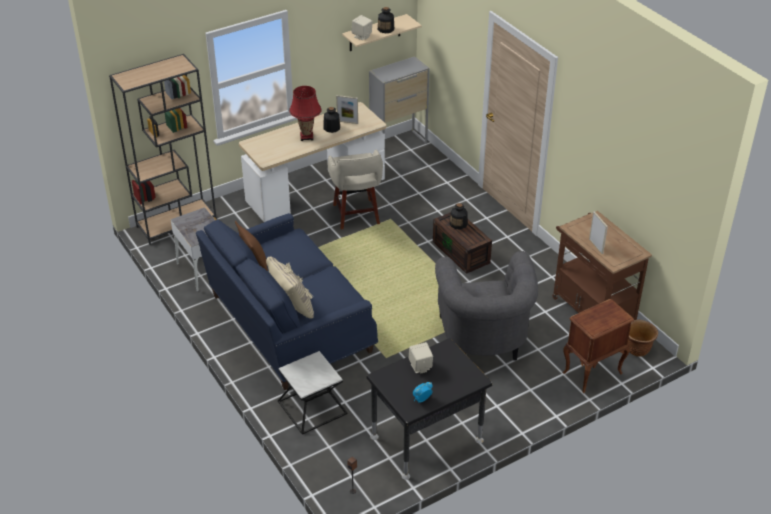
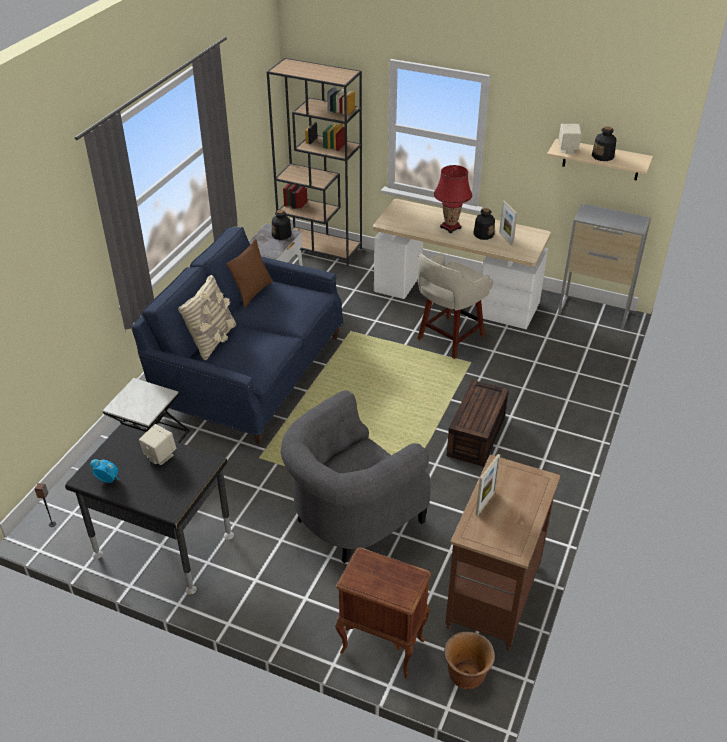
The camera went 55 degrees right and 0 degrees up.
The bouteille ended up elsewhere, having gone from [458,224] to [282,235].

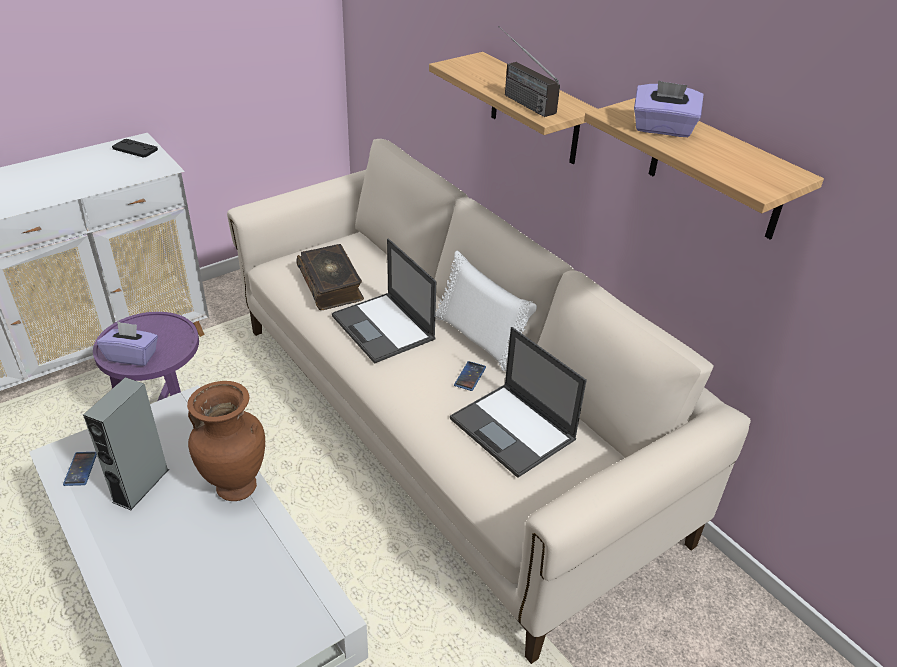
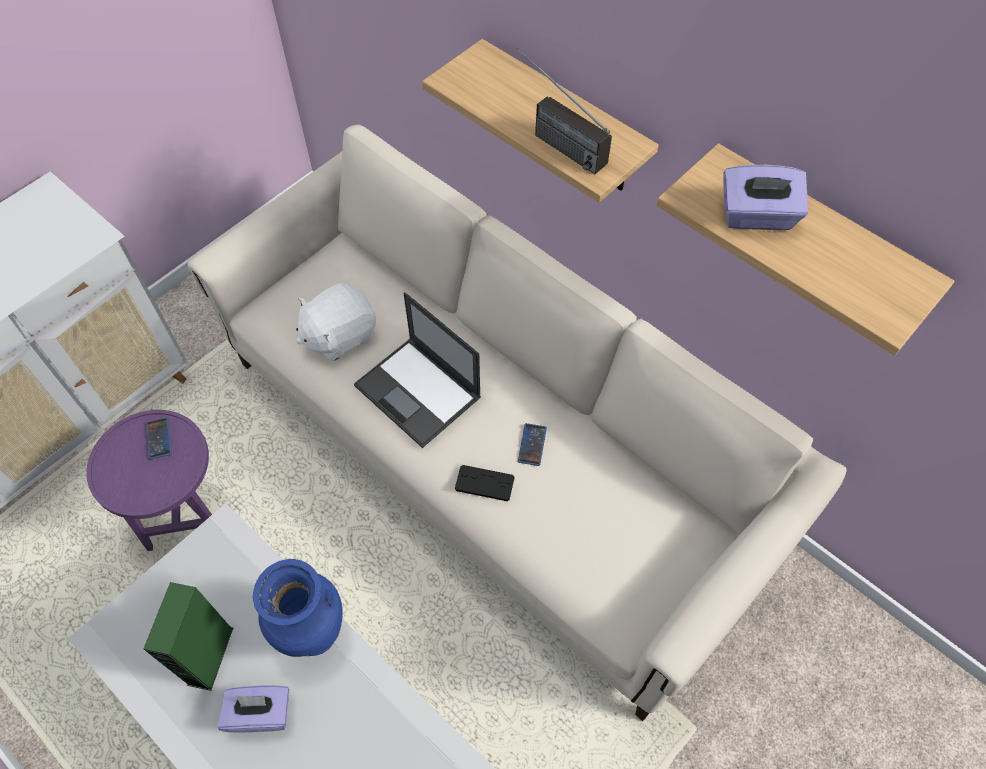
The camera went 10 degrees left and 20 degrees up.
The manette [noir] ended up elsewhere, having gone from [135,149] to [484,483].
Where the livre stood at [331,285], the peluche [blanc] came to stand at [339,335].
The second view lost the coussin [blanc] at [479,339].
The boîte à mouchoirs [violet] ended up elsewhere, having gone from [132,356] to [260,713].
The second view lost the ordinateur portable at [513,430].
What was the enceinte [gris] at [141,485] turned into the enceinte [vert] at [210,656].
What was the vase [marron] at [236,486] turned into the vase [bleu] at [314,633].
The téléphone ended up elsewhere, having gone from [80,469] to [159,438].

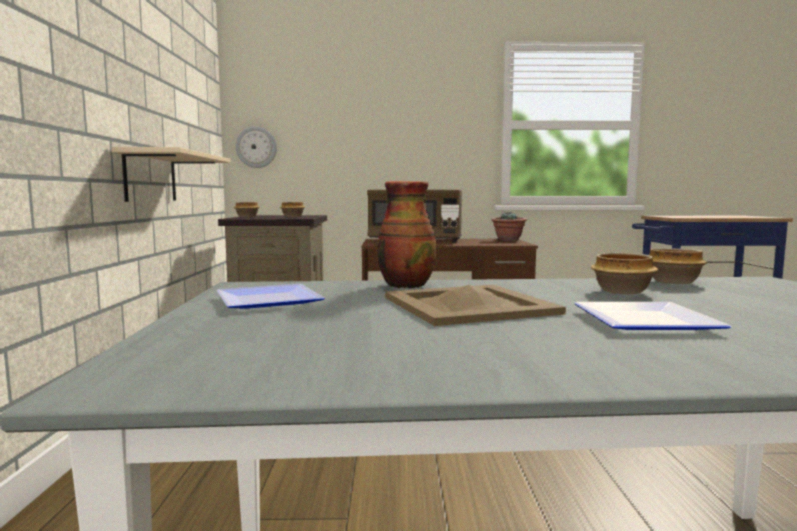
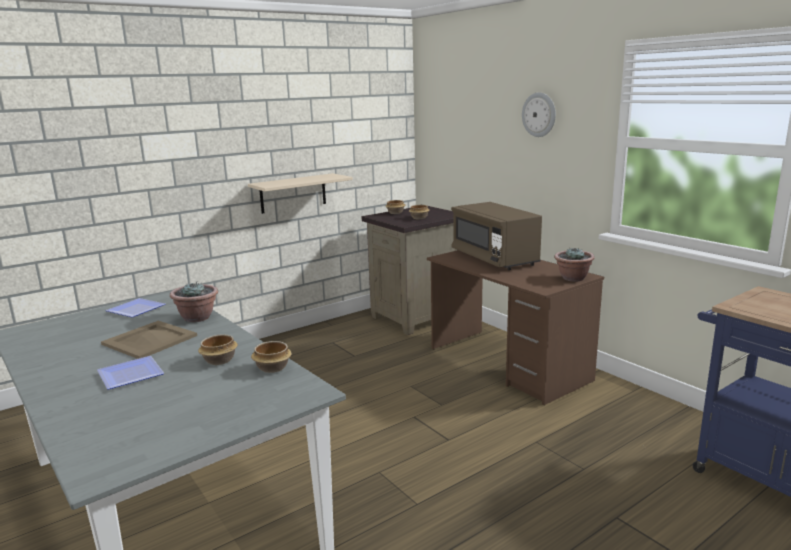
The camera went 55 degrees right and 10 degrees up.
The horloge murale ended up elsewhere, having gone from [256,147] to [539,114].
Where the vase stood at [405,285], the plante en pot came to stand at [197,318].

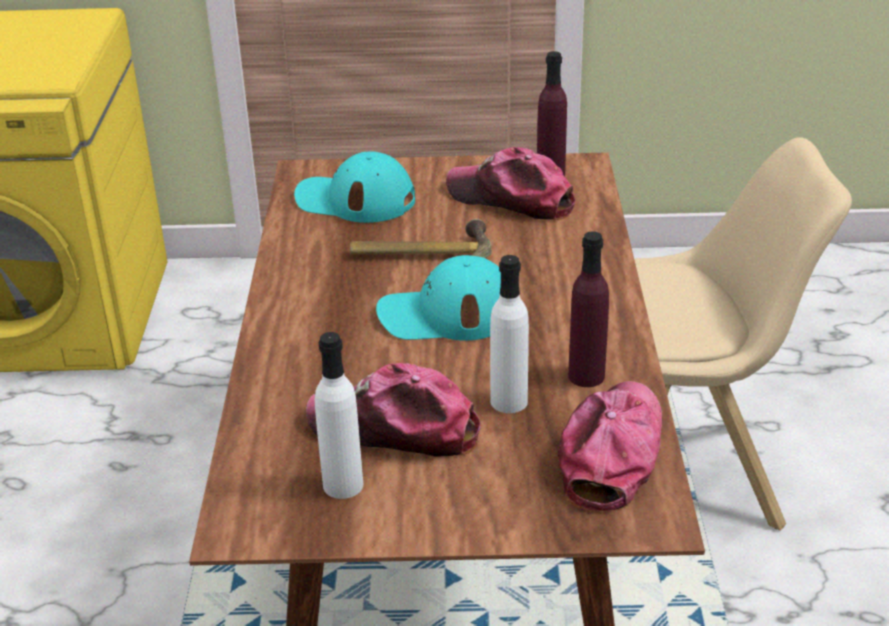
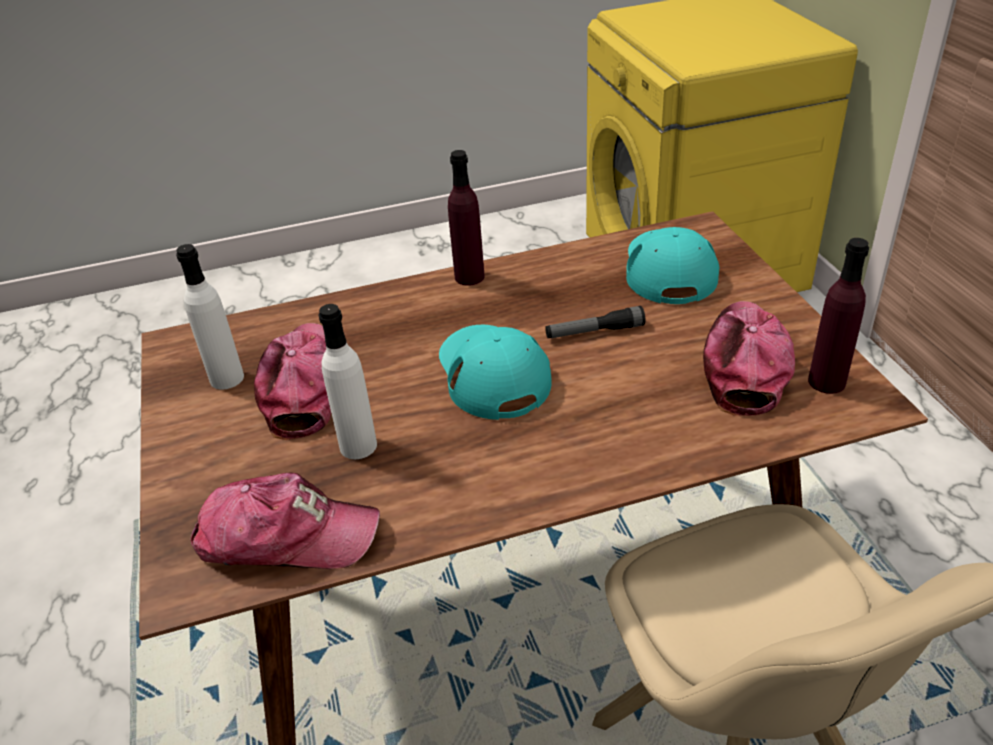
The camera went 75 degrees right and 5 degrees up.
Where the marteau stood at [421,252], the lampe de poche came to stand at [594,332].
The bouteille [violet] ended up elsewhere, having gone from [586,376] to [469,277].

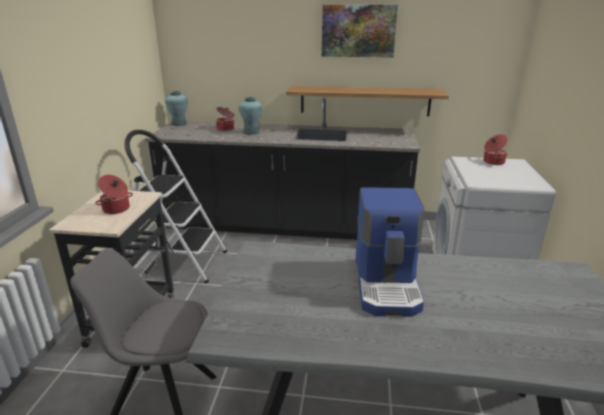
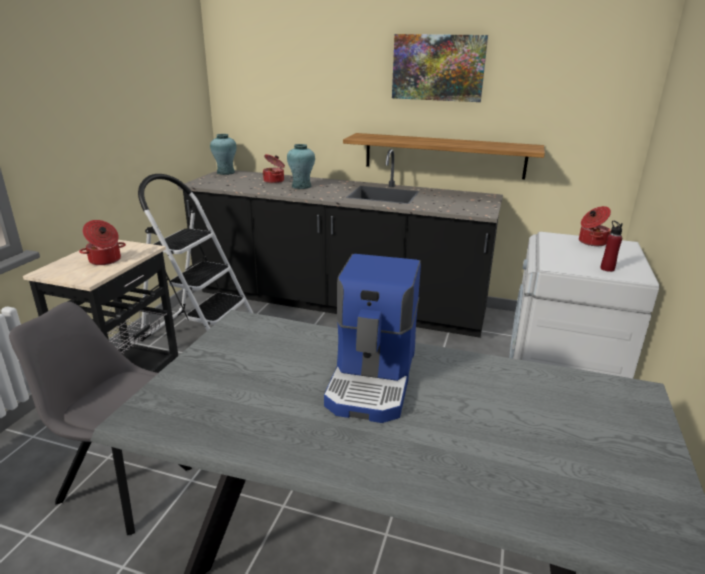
The camera went 10 degrees right and 0 degrees up.
The second view gained the bouteille [rouge] at [607,269].

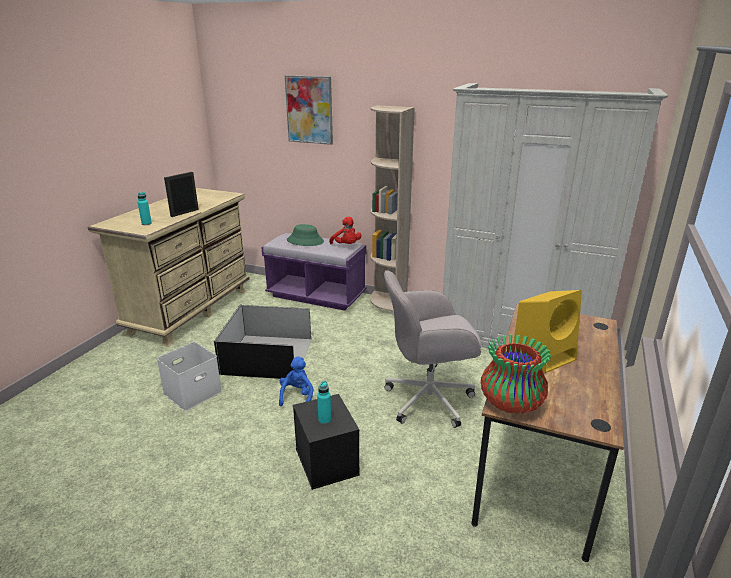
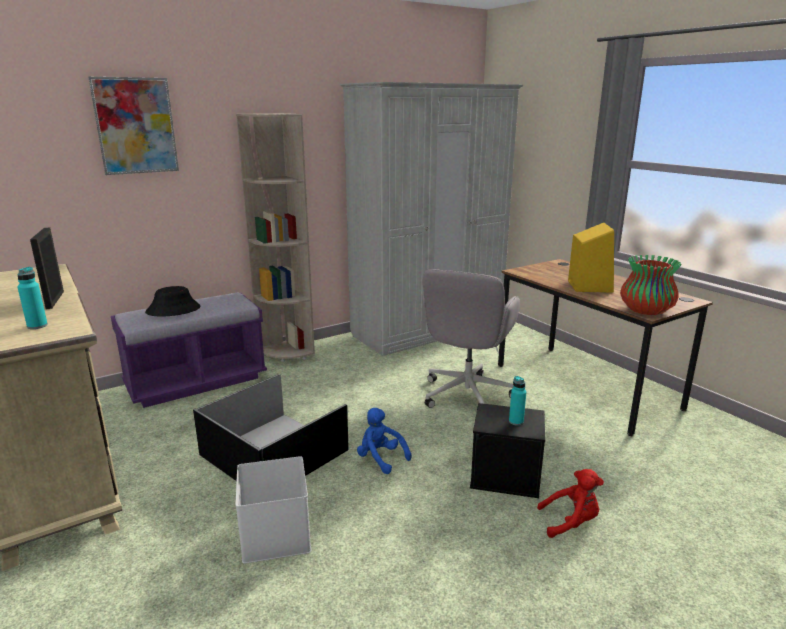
The camera went 55 degrees left and 5 degrees down.
The peluche [rouge] ended up elsewhere, having gone from [346,246] to [571,522].
What was the chapeau [vert] at [305,241] turned into the chapeau [noir] at [173,310].

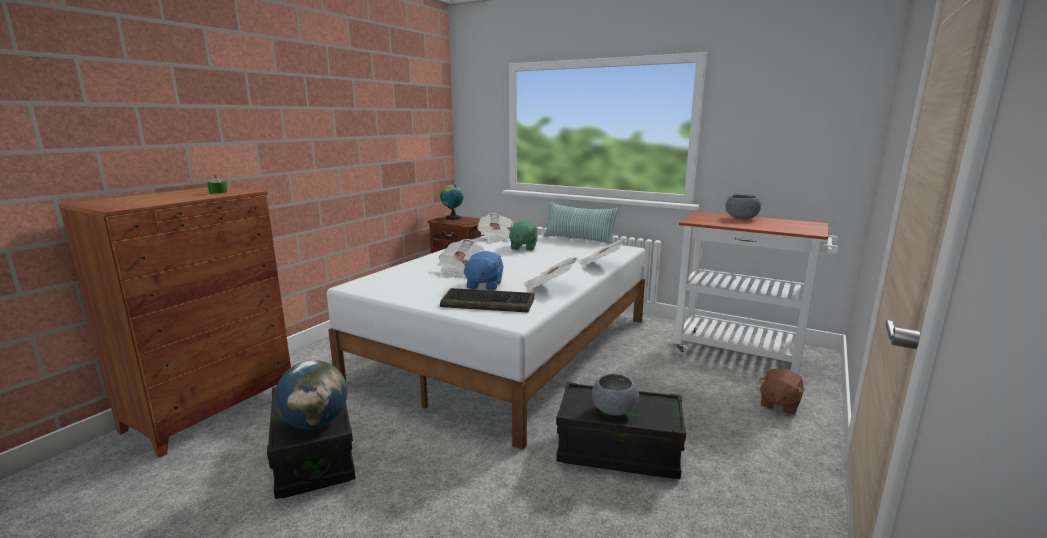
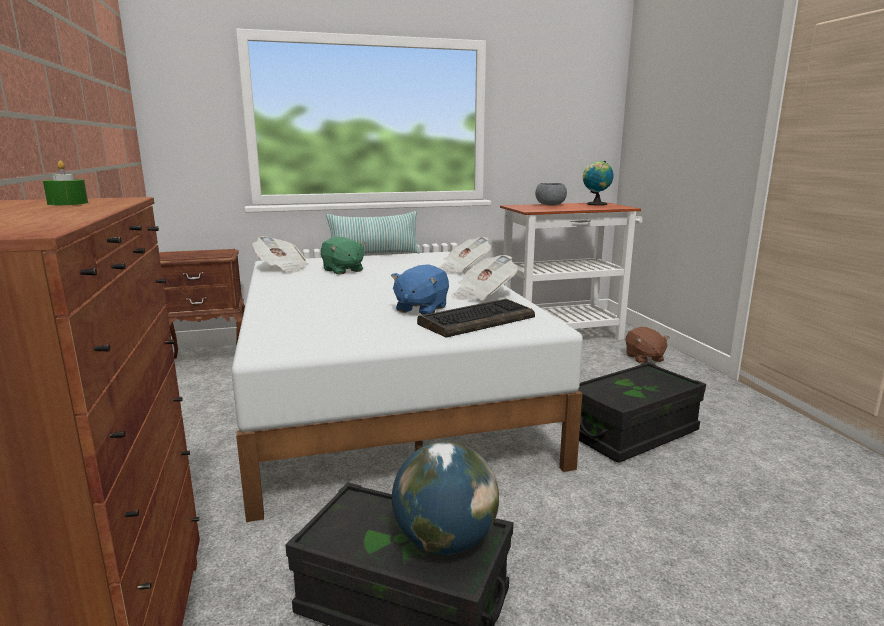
The camera went 45 degrees left and 0 degrees up.
The globe ended up elsewhere, having gone from [452,217] to [595,204].
The second view lost the journal at [459,271].
The peluche [bleu] at [484,285] ended up facing another way, 60 degrees clockwise from before.
The second view lost the bol [gris] at [614,410].

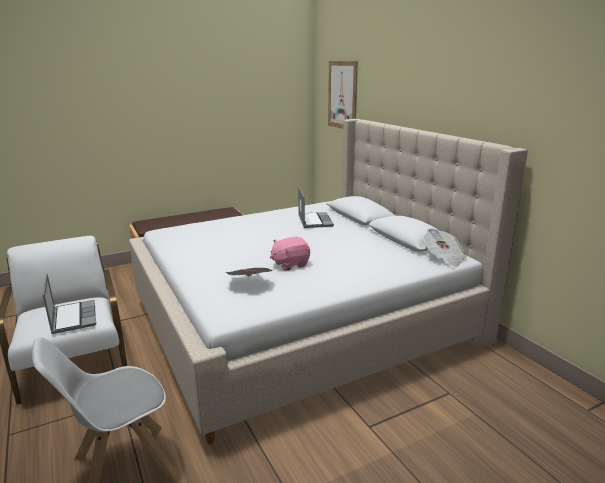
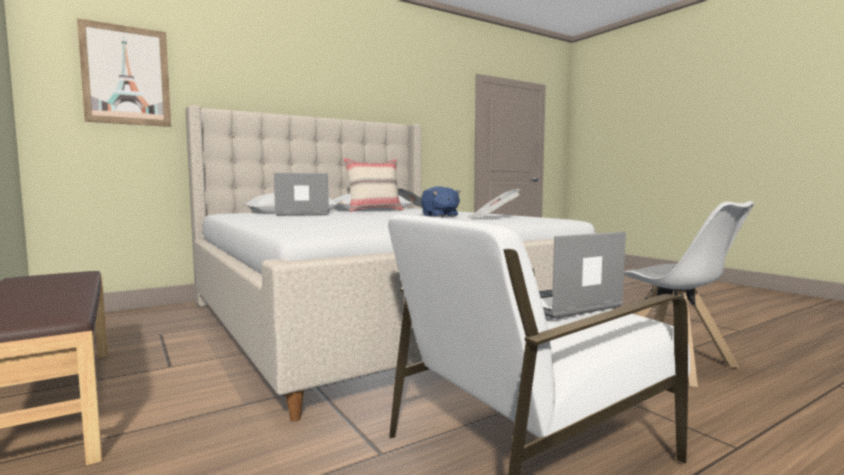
The camera went 95 degrees left and 15 degrees down.
What was the peluche [rose] at [290,264] turned into the peluche [bleu] at [440,216].
The second view gained the coussin [beige] at [374,210].

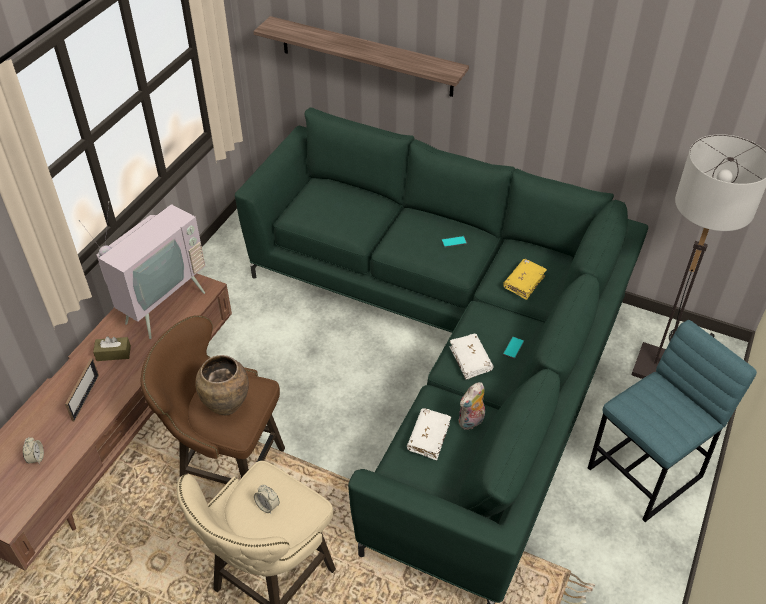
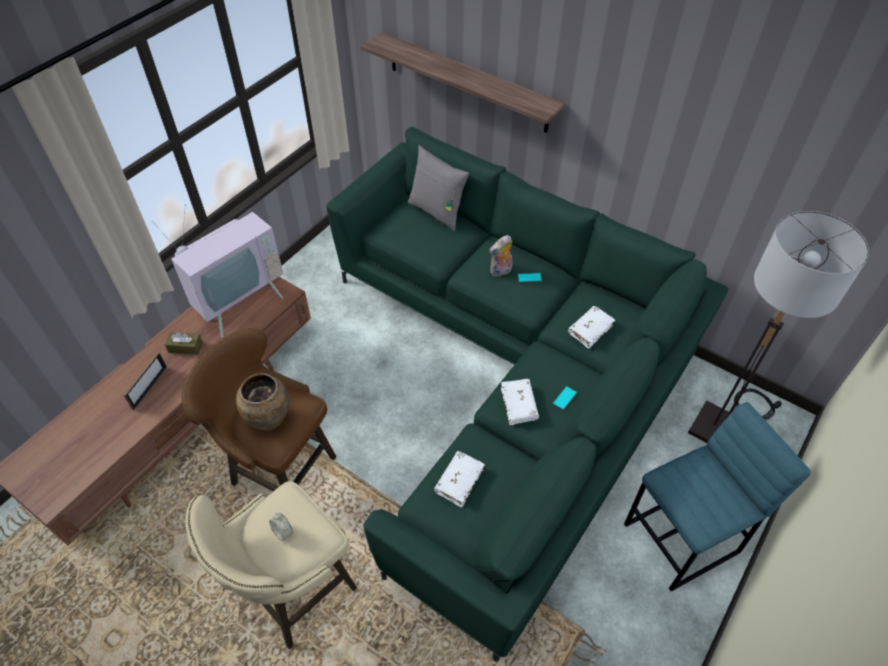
The camera went 10 degrees right and 5 degrees up.
What was the livre [jaune] at [524,282] turned into the livre [blanc] at [590,330].
The peluche ended up elsewhere, having gone from [471,422] to [500,271].
The second view lost the réveil at [36,458].
The second view gained the coussin [gris] at [436,212].

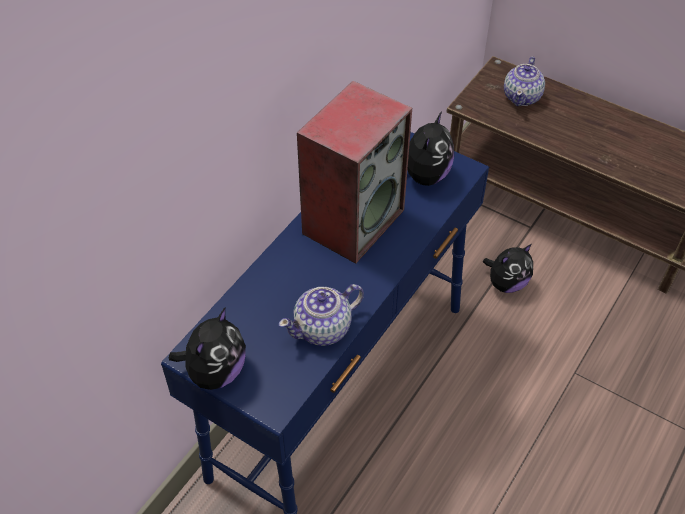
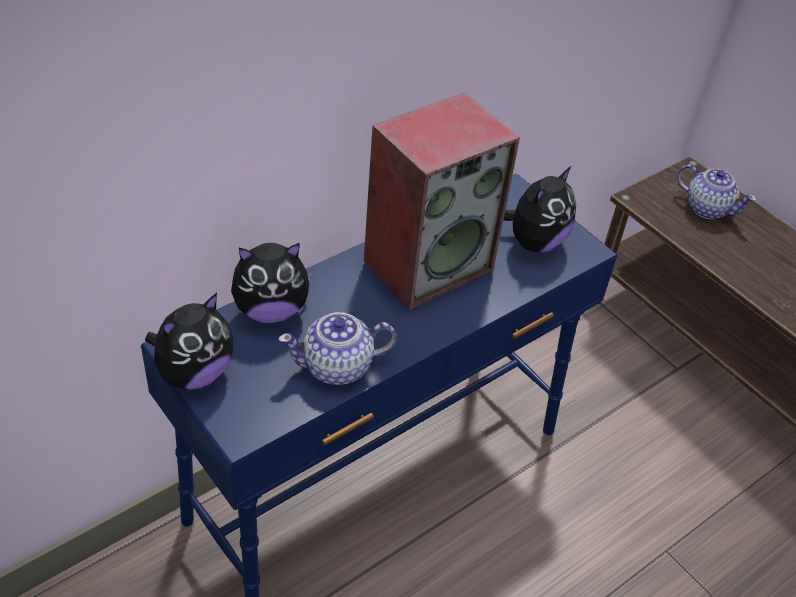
The camera went 15 degrees right and 5 degrees down.
The théière at [522,97] ended up facing another way, 90 degrees counterclockwise from before.
The peluche ended up elsewhere, having gone from [506,283] to [271,310].

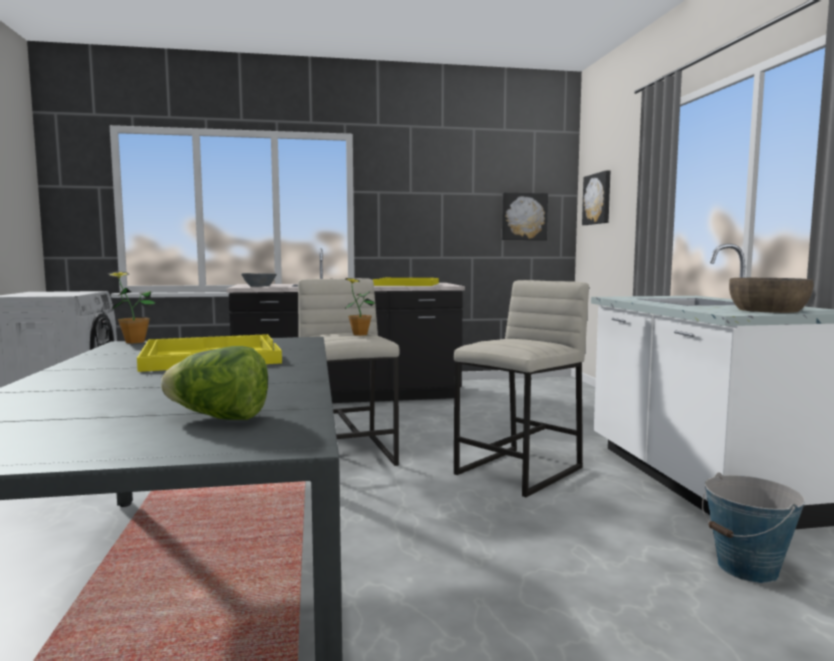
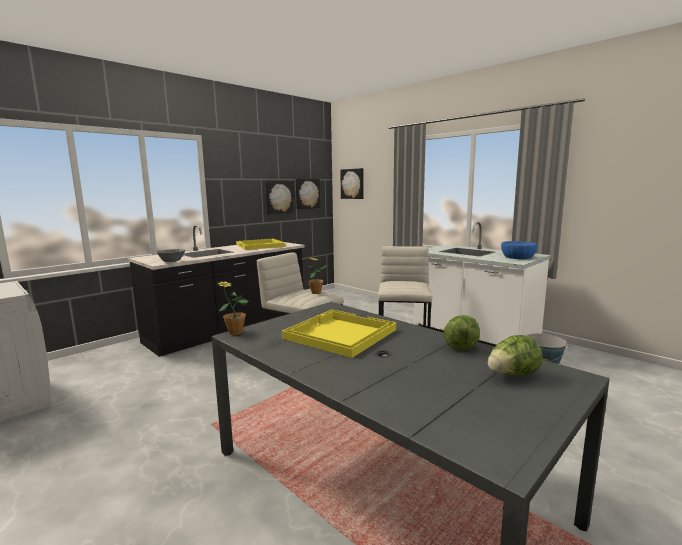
The camera went 35 degrees left and 5 degrees up.
What was the bol [marron] at [768,310] turned into the bol [bleu] at [517,257].
The second view gained the tableau at [278,197].
The second view gained the laitue at [462,345].

